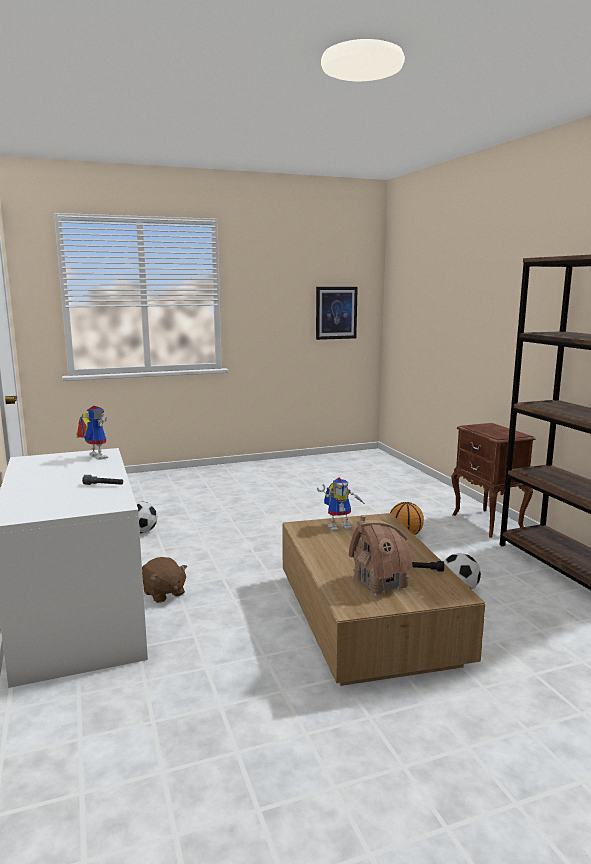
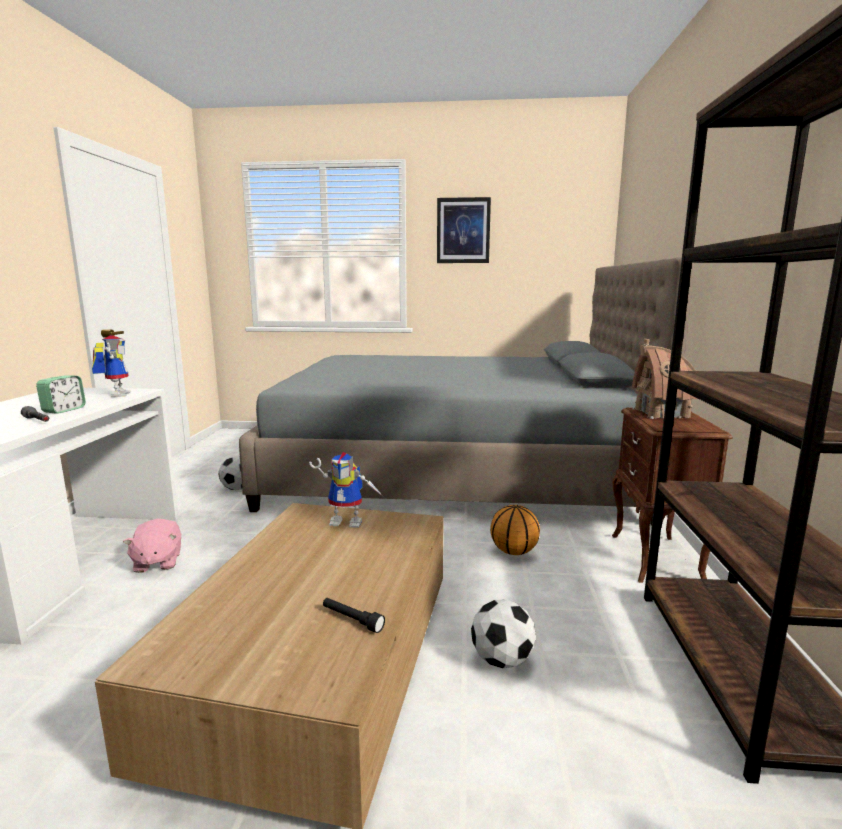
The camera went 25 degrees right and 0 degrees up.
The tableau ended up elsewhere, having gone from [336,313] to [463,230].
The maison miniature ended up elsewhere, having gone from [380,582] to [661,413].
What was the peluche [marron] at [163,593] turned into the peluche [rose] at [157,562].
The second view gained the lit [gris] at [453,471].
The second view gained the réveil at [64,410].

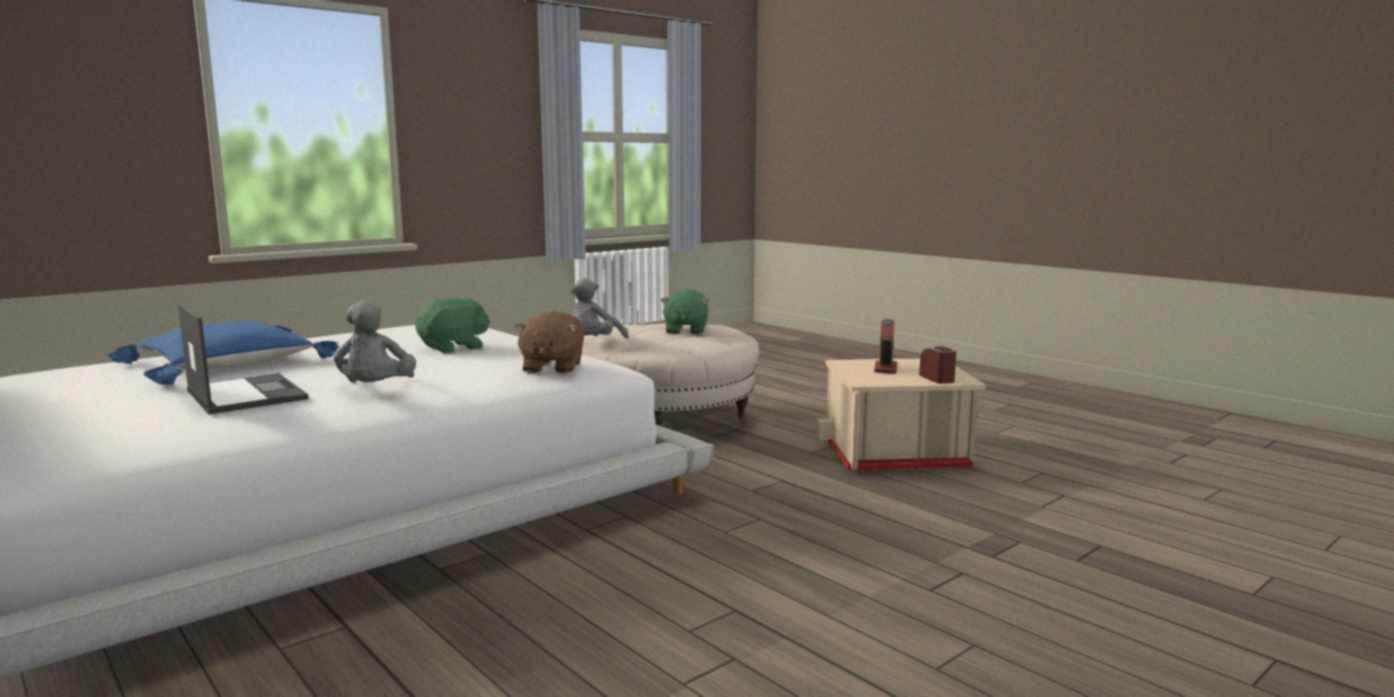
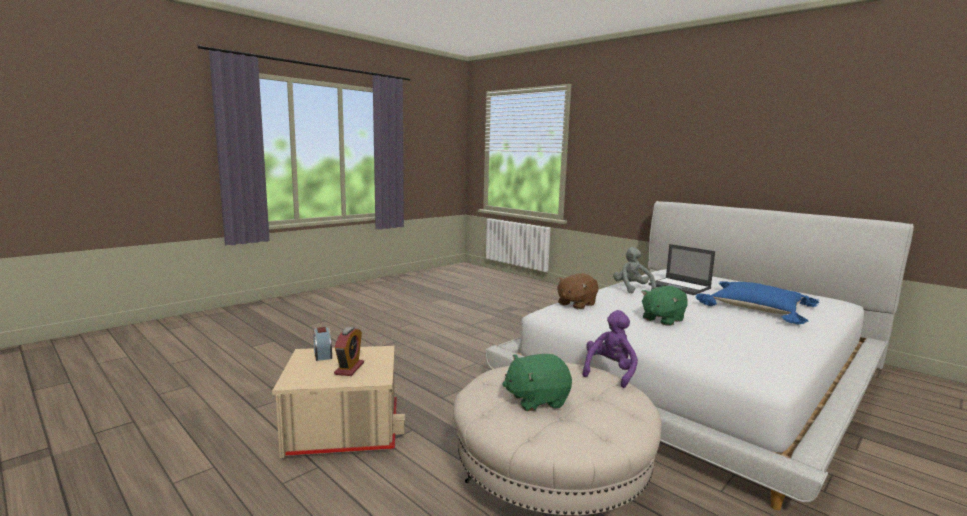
The camera went 175 degrees right and 0 degrees up.
What was the peluche [gris] at [594,342] turned into the peluche [violet] at [609,372].
The peluche [vert] at [685,331] ended up facing another way, 105 degrees counterclockwise from before.
The peluche [marron] at [551,368] ended up facing another way, 135 degrees counterclockwise from before.

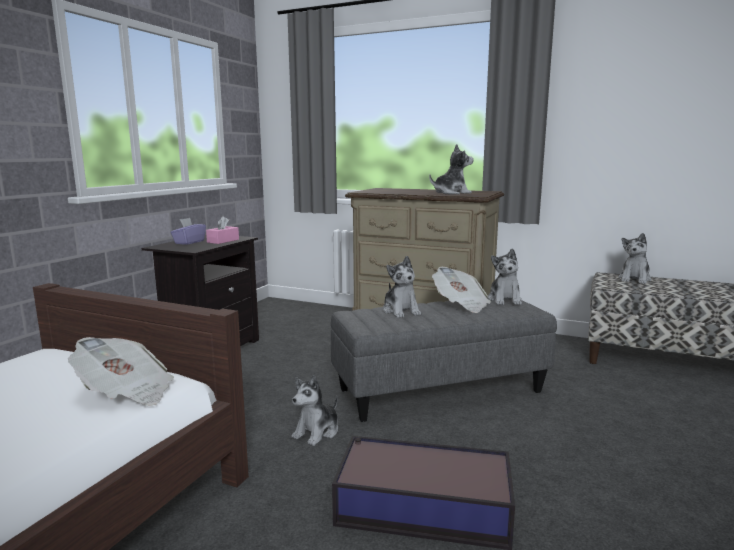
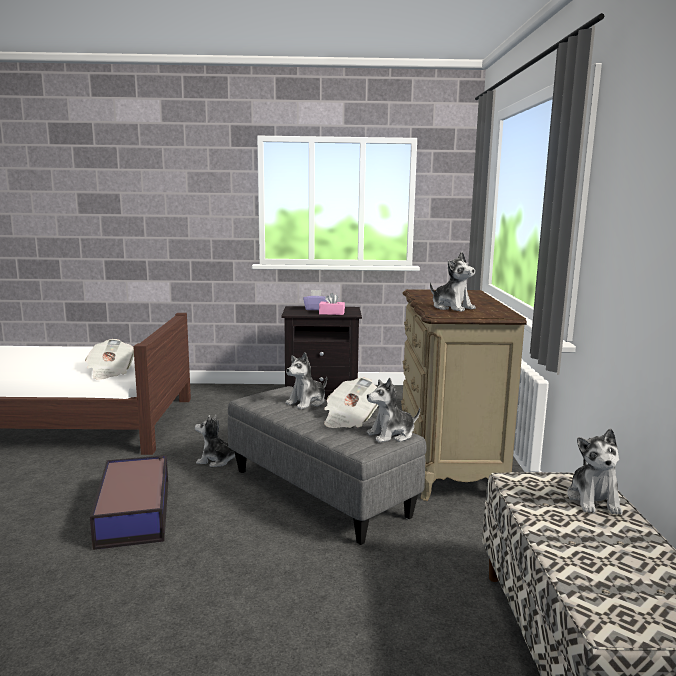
The camera went 65 degrees right and 0 degrees up.
The peluche at [634,279] ended up facing another way, 90 degrees counterclockwise from before.

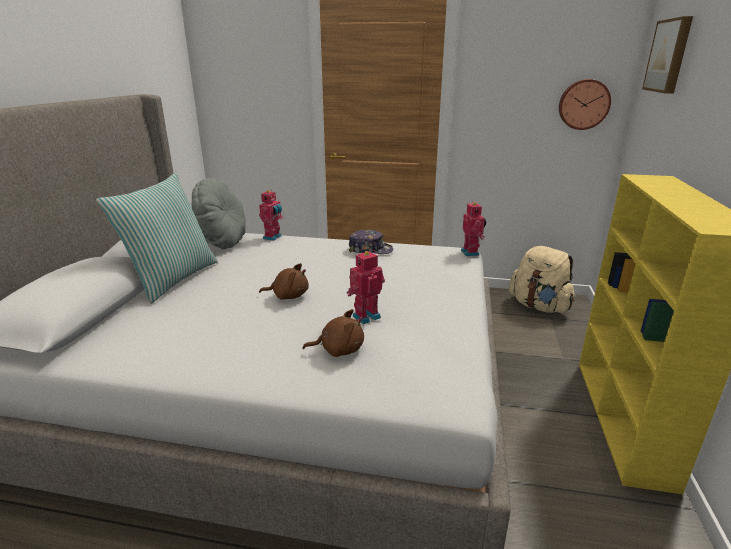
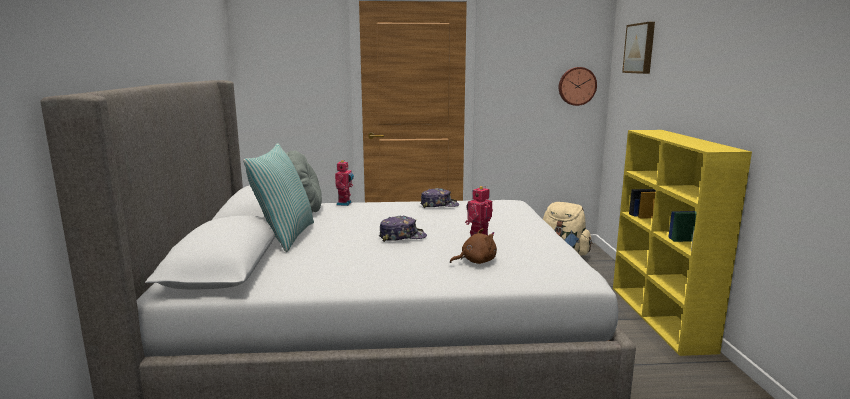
The camera went 15 degrees left and 10 degrees down.
The second view lost the robot jouet at [471,252].
Where the peluche [marron] stood at [288,296], the casquette came to stand at [402,237].

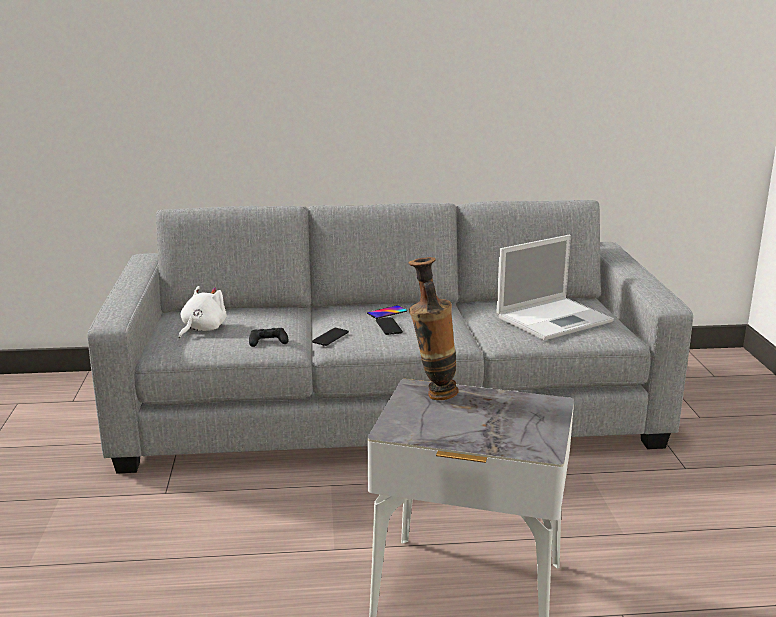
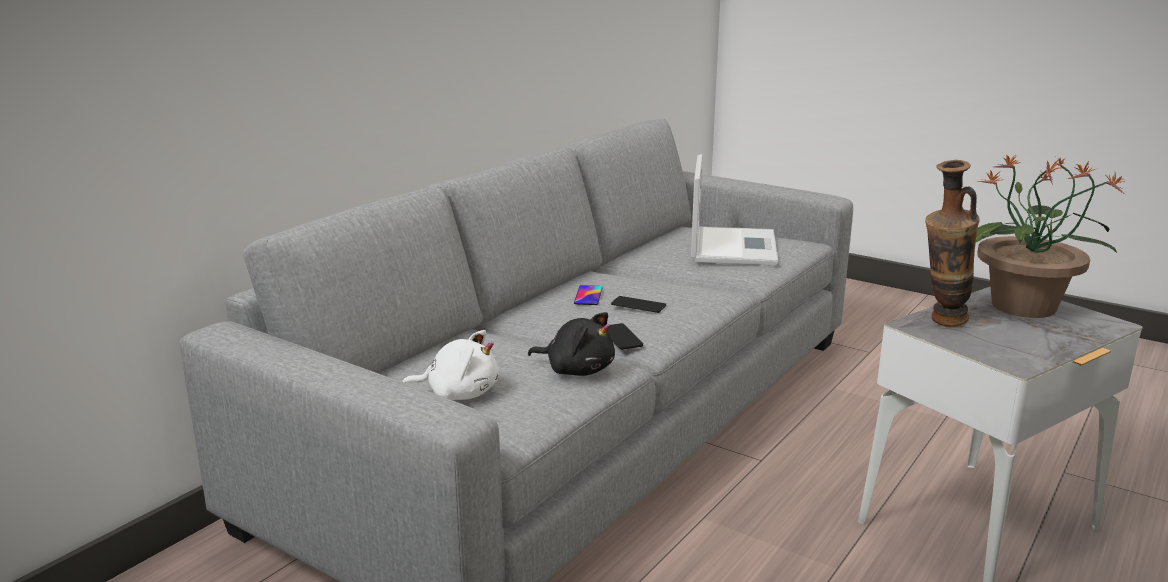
The camera went 50 degrees left and 0 degrees up.
The peluche [blanc] at [202,329] ended up facing another way, 120 degrees clockwise from before.
Where the manette [noir] stood at [268,342], the peluche [noir] came to stand at [577,370].
The second view gained the plante en pot at [1025,307].

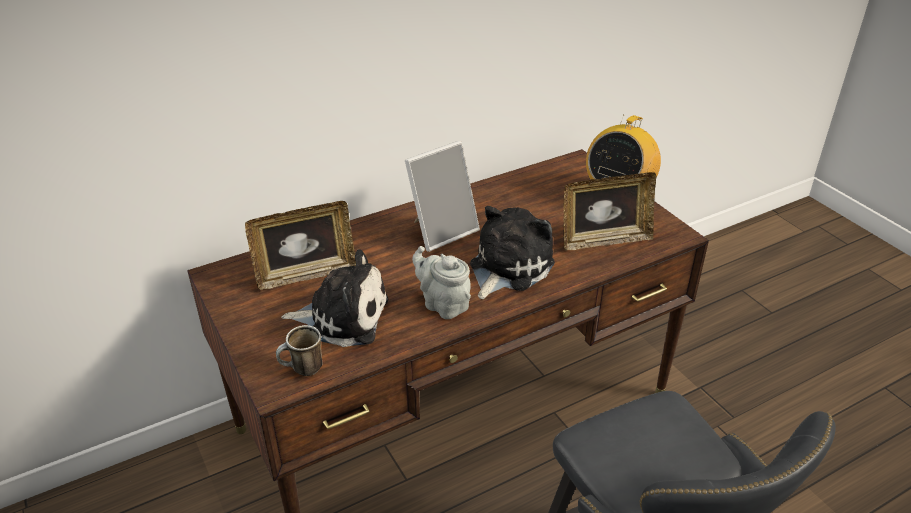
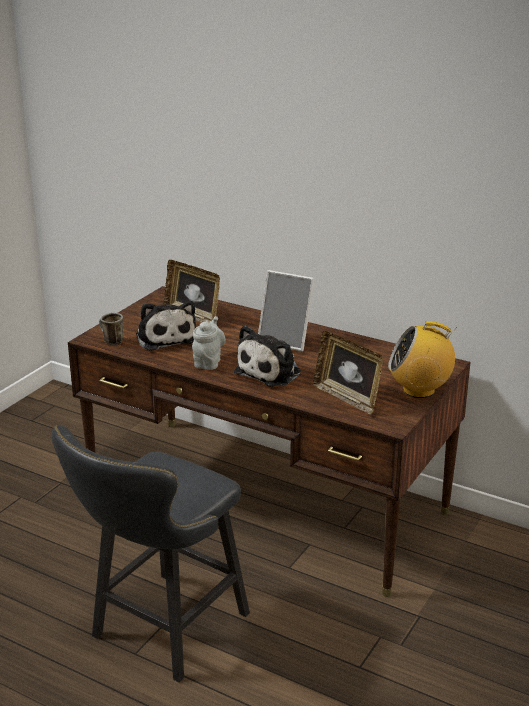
The camera went 60 degrees right and 10 degrees down.
The peluche at [507,267] ended up facing another way, 120 degrees clockwise from before.

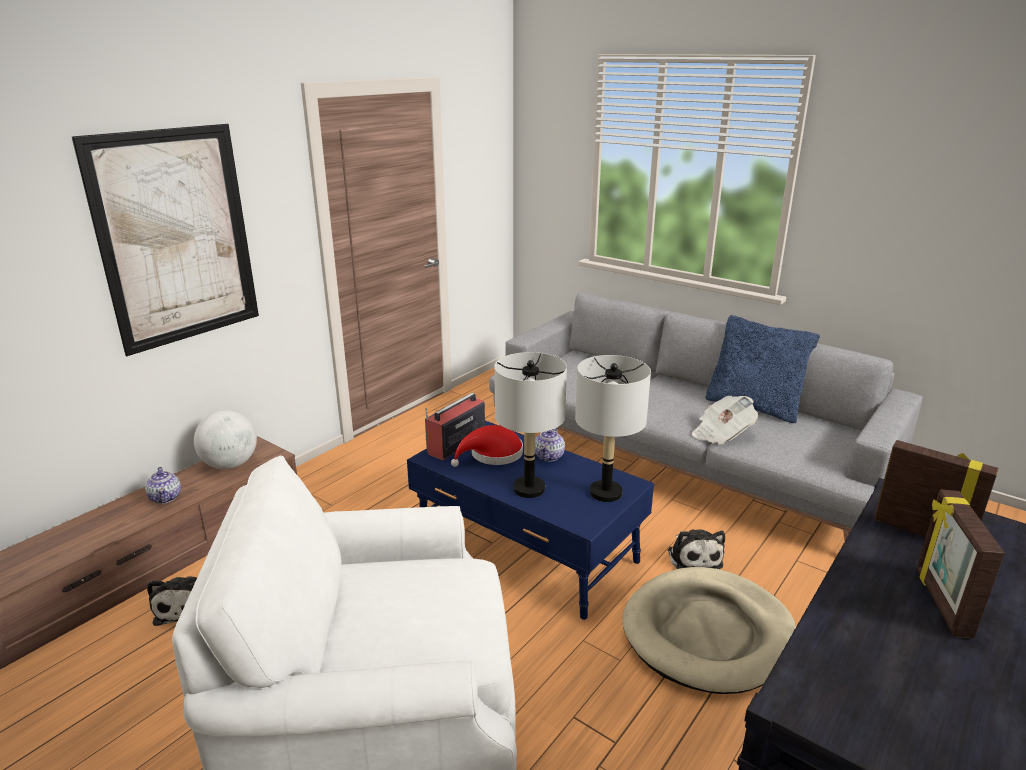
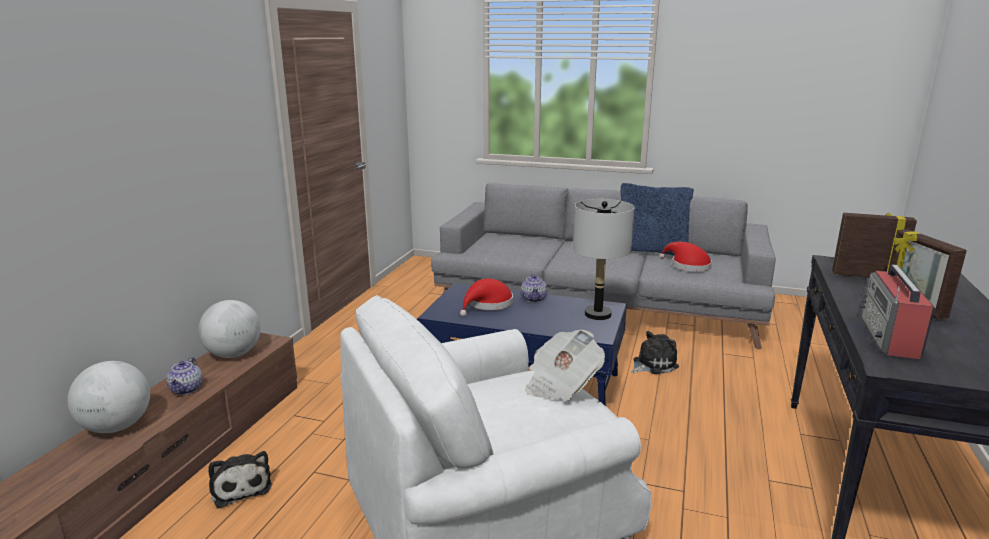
The camera went 20 degrees left and 5 degrees down.
The second view lost the tableau at [177,238].
The second view lost the lampe de table [gris] at [529,489].
The radio ended up elsewhere, having gone from [455,444] to [890,337].
The journal ended up elsewhere, having gone from [721,434] to [561,384].
The théière at [166,497] ended up facing another way, 45 degrees clockwise from before.
The peluche at [693,557] ended up facing another way, 90 degrees counterclockwise from before.
The second view lost the panier pour chien [beige] at [708,633].
The second view gained the chapeau [rouge] at [687,266].
The second view gained the globe at [116,427].

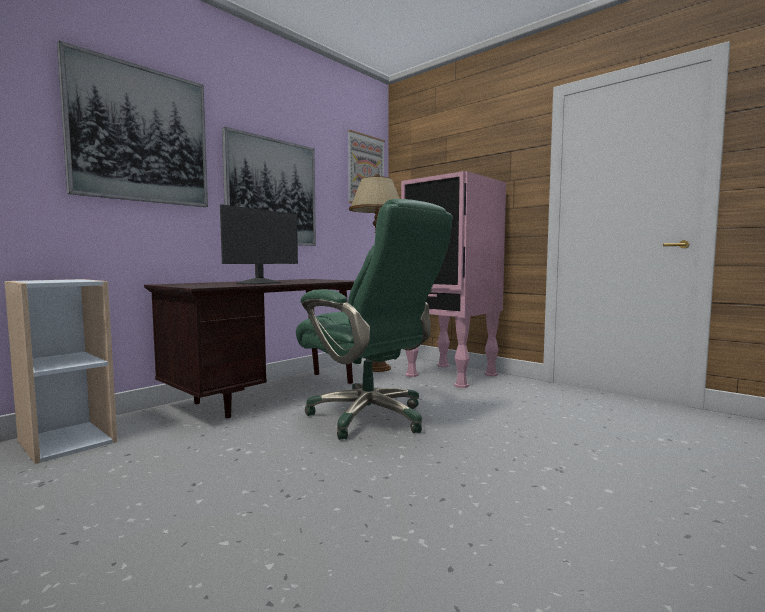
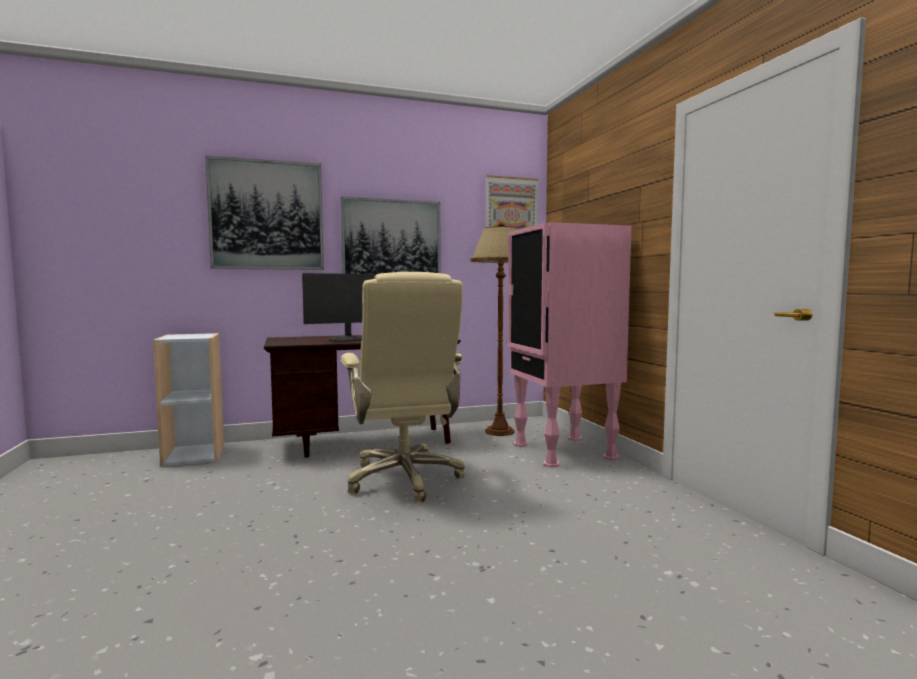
The camera went 30 degrees right and 0 degrees up.
What was the chaise de bureau [vert] at [370,419] turned into the chaise de bureau [beige] at [404,481].

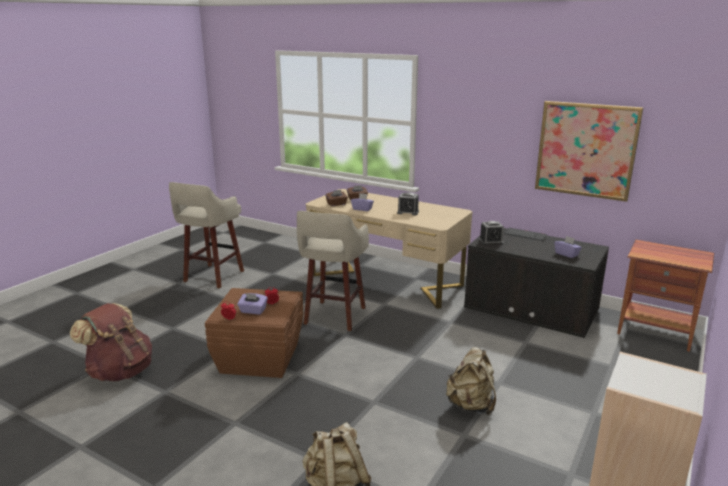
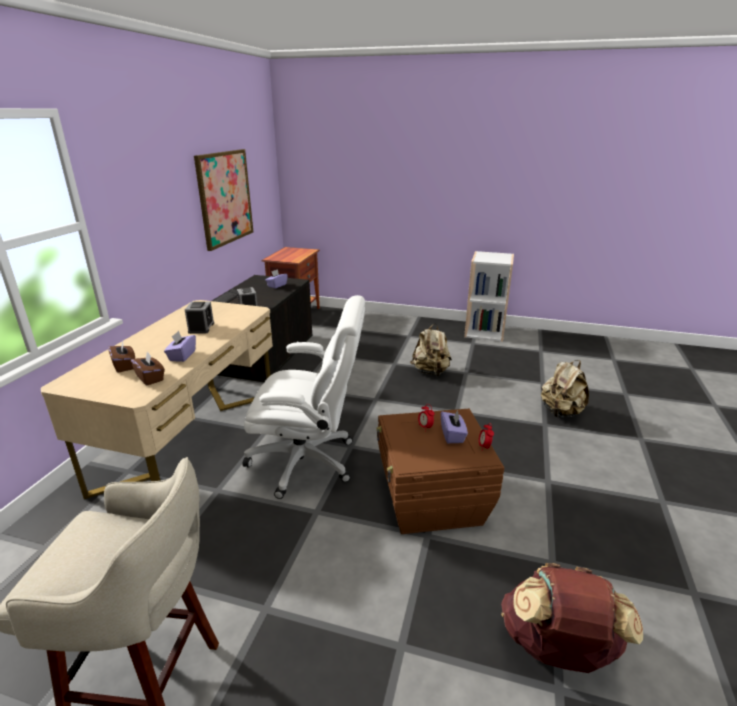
The camera went 105 degrees left and 5 degrees up.
Where the tabouret [beige] stood at [334,317], the chaise de bureau [blanc] came to stand at [310,463].

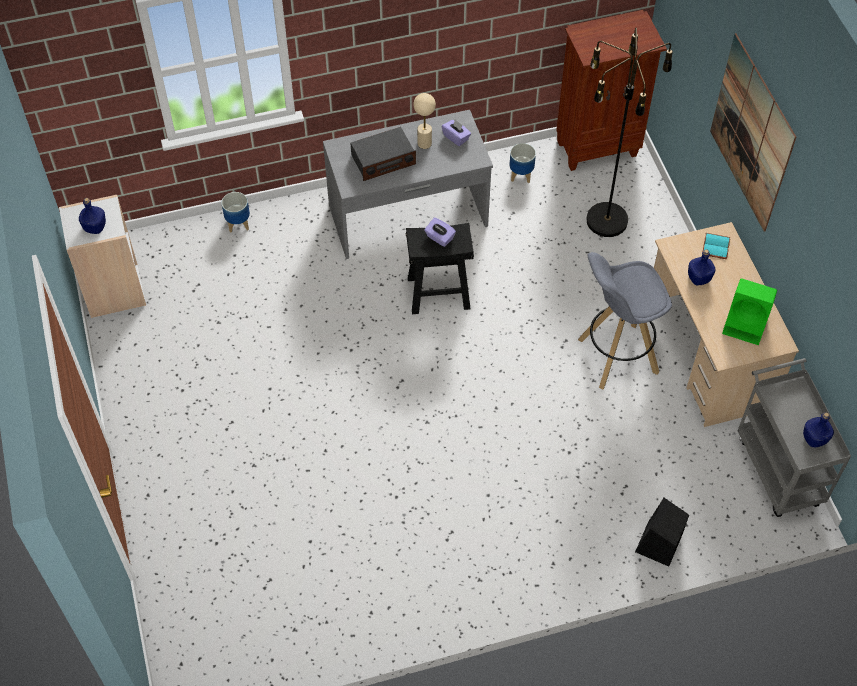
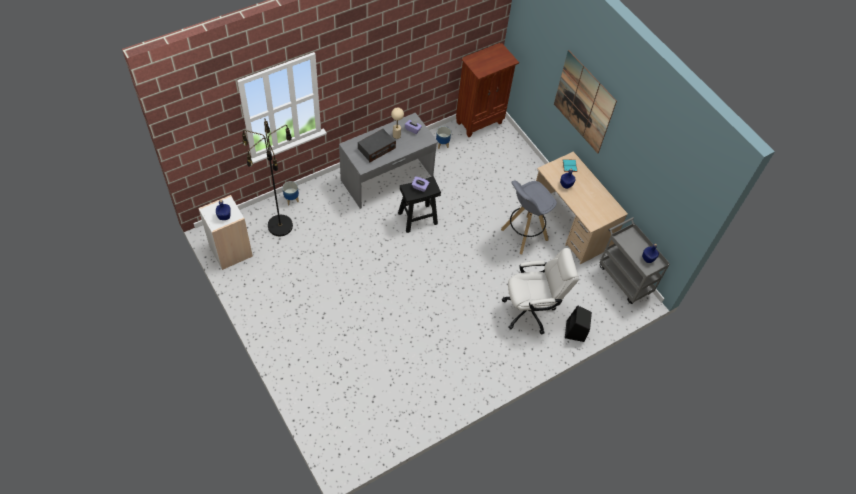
The camera went 20 degrees left and 0 degrees up.
The lampadaire ended up elsewhere, having gone from [606,220] to [279,225].
The second view lost the enceinte [vert] at [746,325].
The second view gained the chaise de bureau [blanc] at [531,311].

